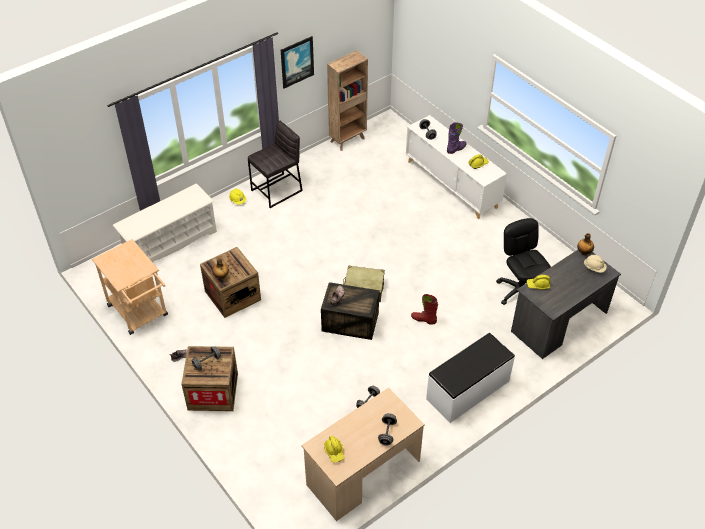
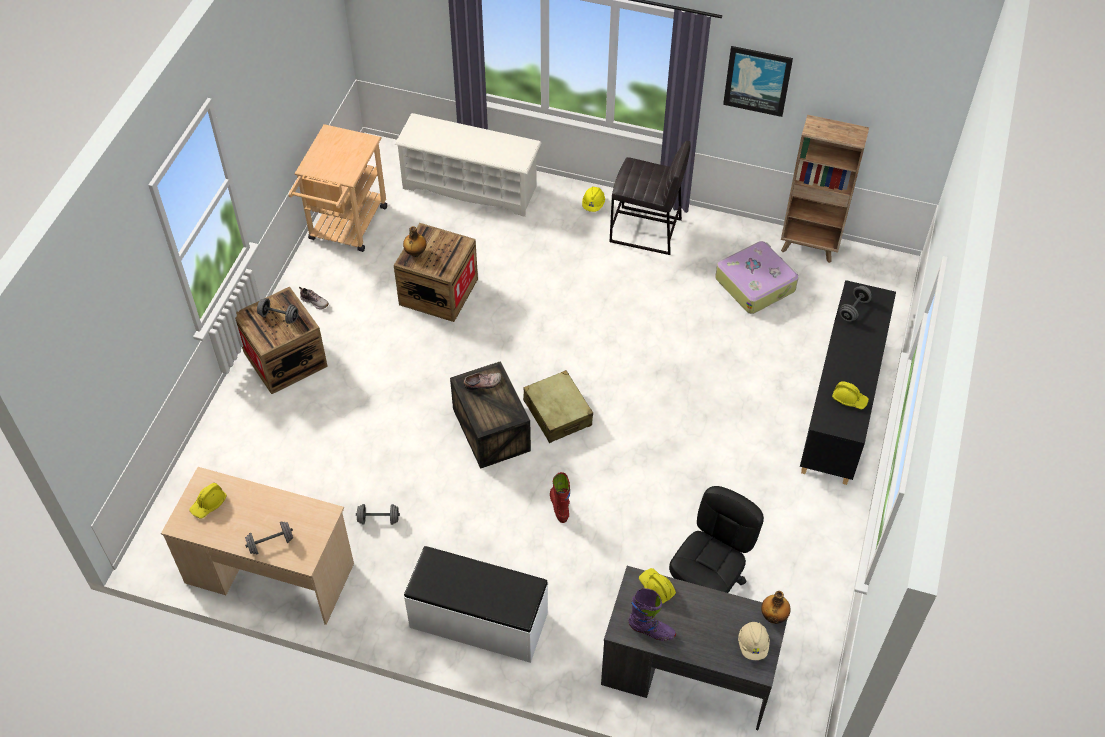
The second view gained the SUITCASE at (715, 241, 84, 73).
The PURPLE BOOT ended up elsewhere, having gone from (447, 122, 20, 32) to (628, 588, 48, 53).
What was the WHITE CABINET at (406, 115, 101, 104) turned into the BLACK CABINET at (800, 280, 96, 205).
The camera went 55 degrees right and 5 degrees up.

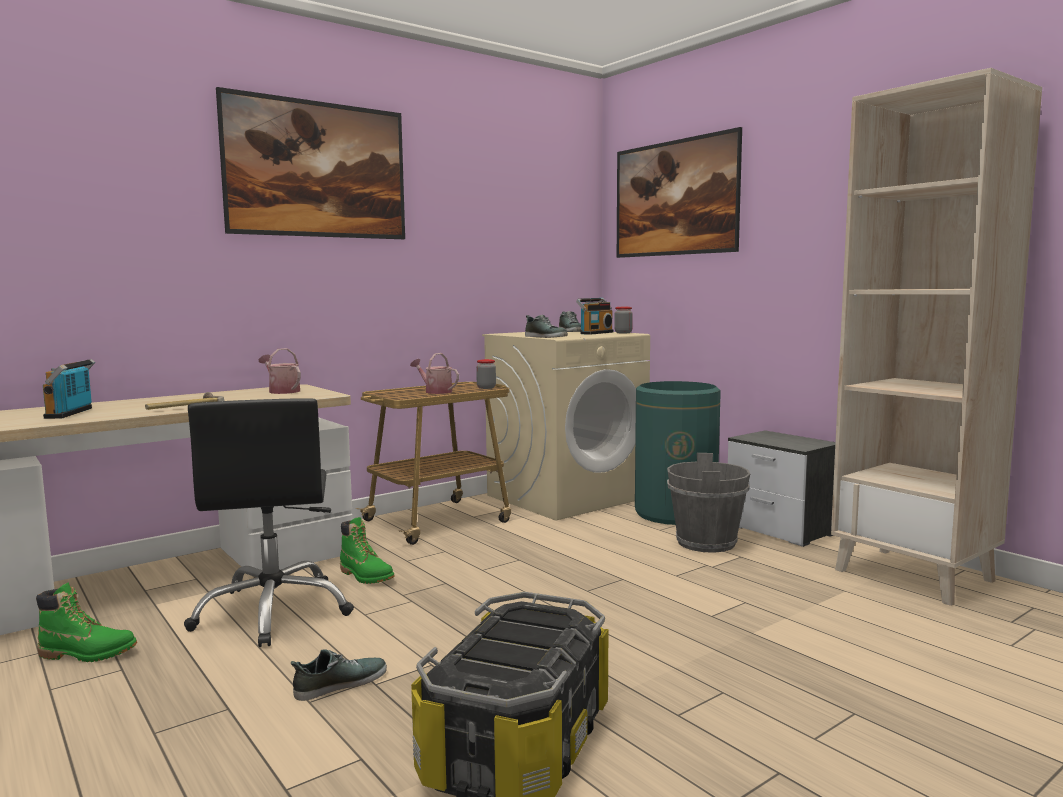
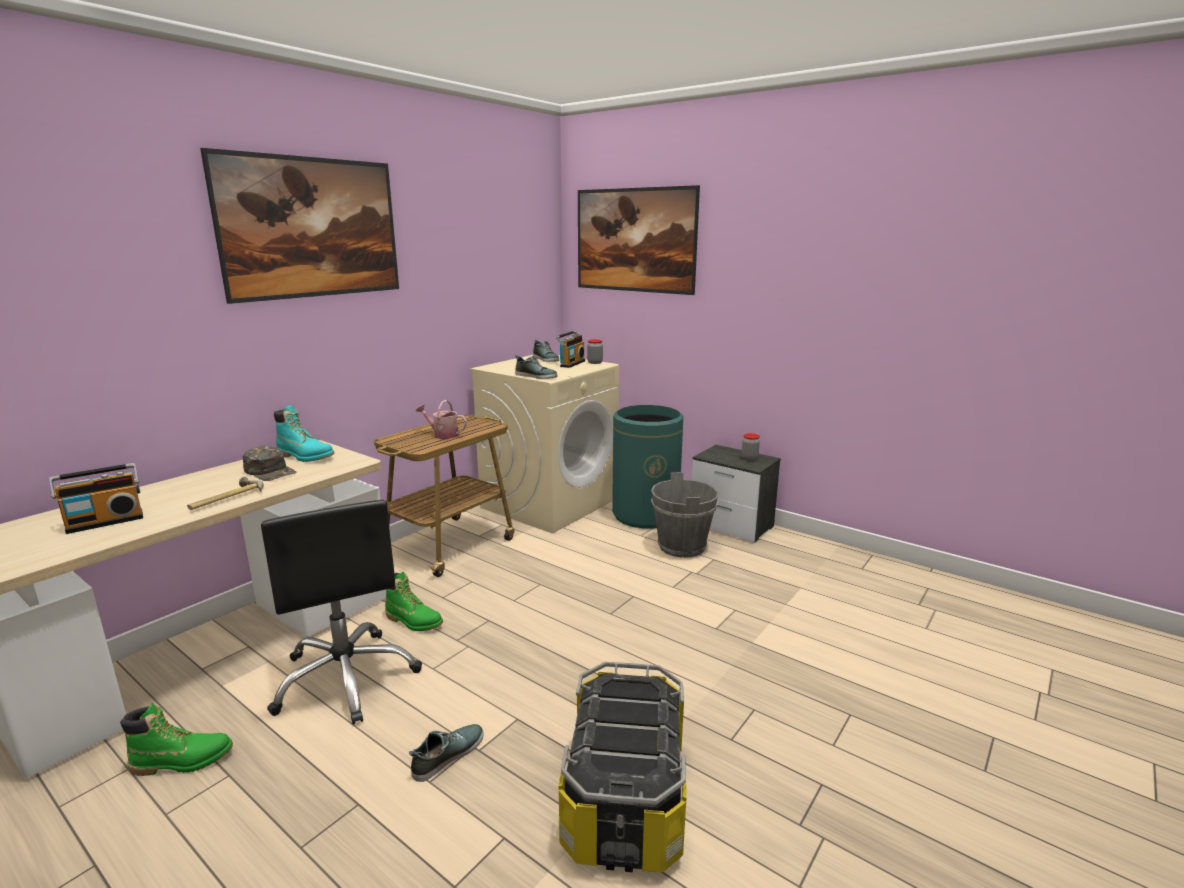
The second view lost the BEIGE BOOKCASE at (831, 68, 211, 538).
The second view gained the GREEN CAP at (243, 446, 53, 35).
The JAR ended up elsewhere, having gone from (476, 359, 20, 30) to (742, 433, 18, 27).
Where the WATERING CAN stood at (258, 348, 43, 46), the TURQUOISE BOOT came to stand at (274, 405, 60, 57).
The RADIO at (43, 359, 52, 60) ended up facing another way, 105 degrees counterclockwise from before.
The camera went 15 degrees left and 10 degrees up.

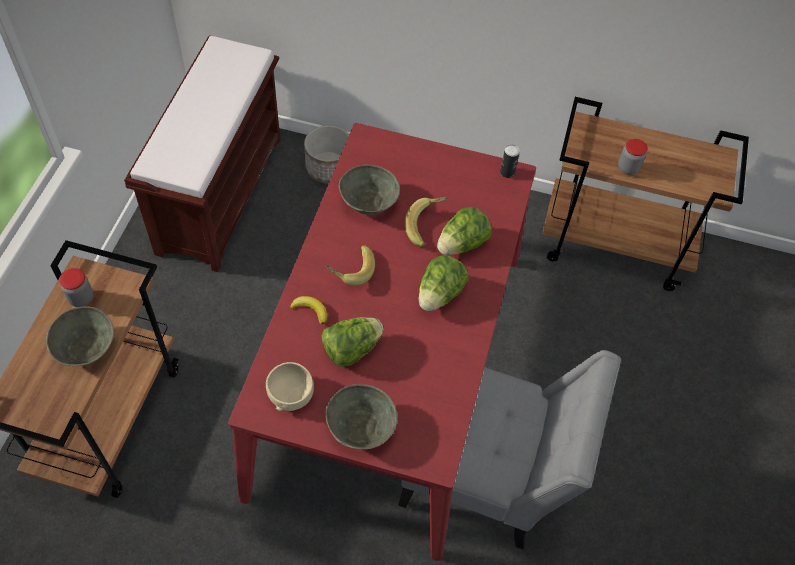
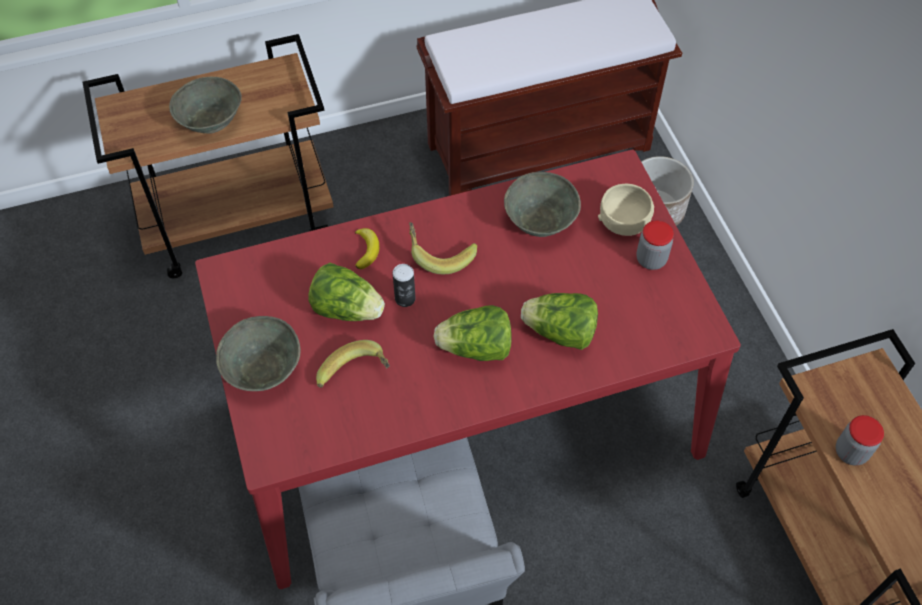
The JAR ended up elsewhere, having gone from (59, 268, 34, 39) to (636, 221, 38, 49).
The BEIGE BOWL ended up elsewhere, having gone from (266, 362, 48, 49) to (598, 184, 56, 52).
The BANANA ended up elsewhere, having gone from (405, 197, 43, 50) to (316, 340, 74, 48).
The CAN ended up elsewhere, having gone from (500, 145, 20, 33) to (392, 264, 24, 43).
The camera went 60 degrees right and 0 degrees up.

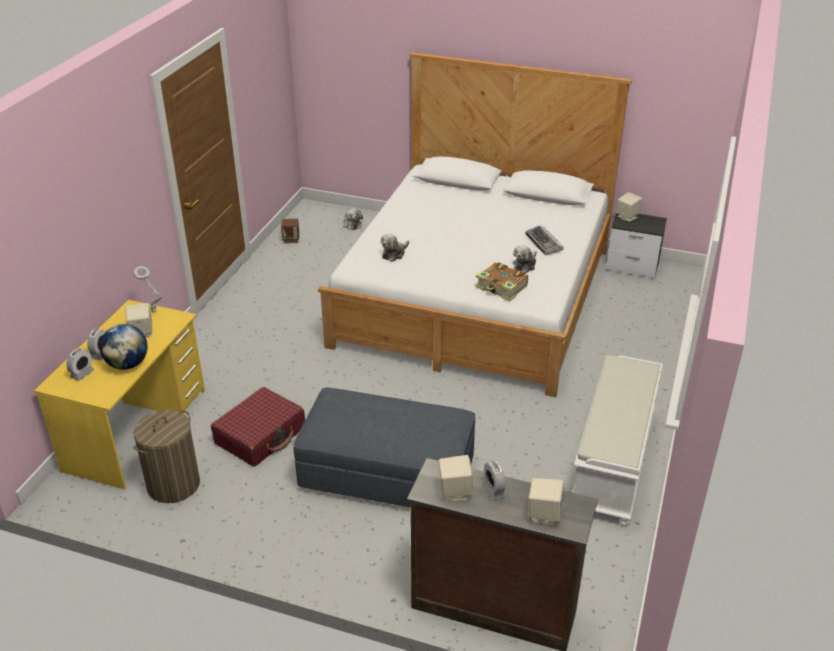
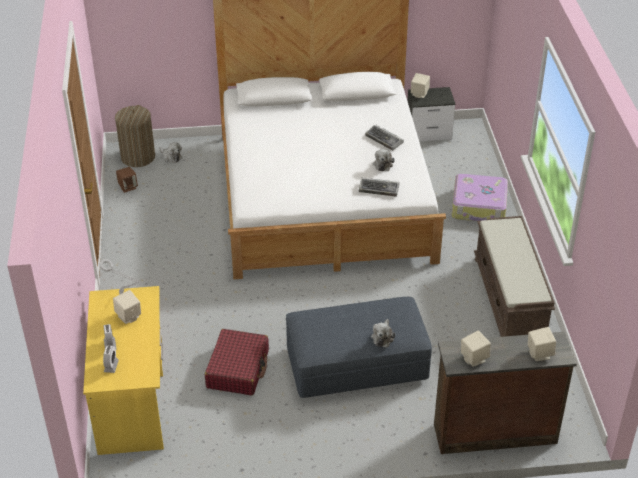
The second view lost the GLOBE at (100, 324, 48, 46).
The second view lost the ALARM CLOCK at (482, 461, 24, 40).
The second view gained the SUITCASE at (452, 174, 56, 47).
The LAUNDRY BASKET ended up elsewhere, having gone from (133, 410, 67, 93) to (115, 105, 40, 62).
The PLUSH TOY ended up elsewhere, having gone from (381, 234, 28, 28) to (371, 319, 25, 29).
Where the BOOK stood at (475, 262, 53, 39), the KEYBOARD came to stand at (359, 177, 41, 20).
What was the WHITE BENCH at (572, 355, 91, 171) turned into the BROWN BENCH at (474, 216, 81, 121).
The camera went 25 degrees left and 5 degrees up.

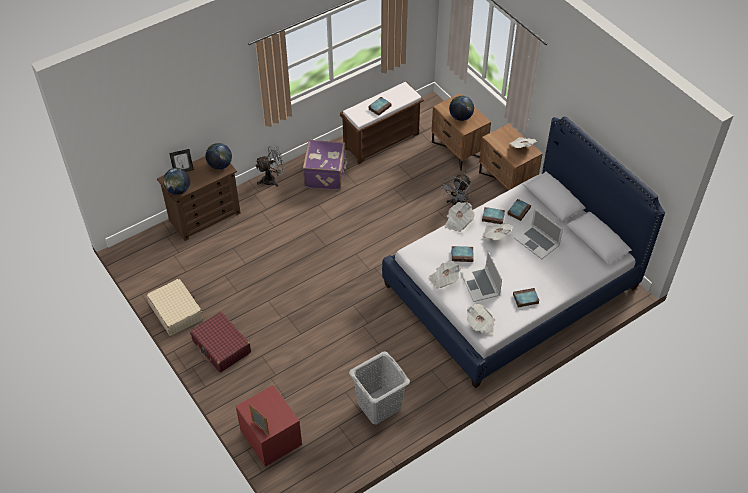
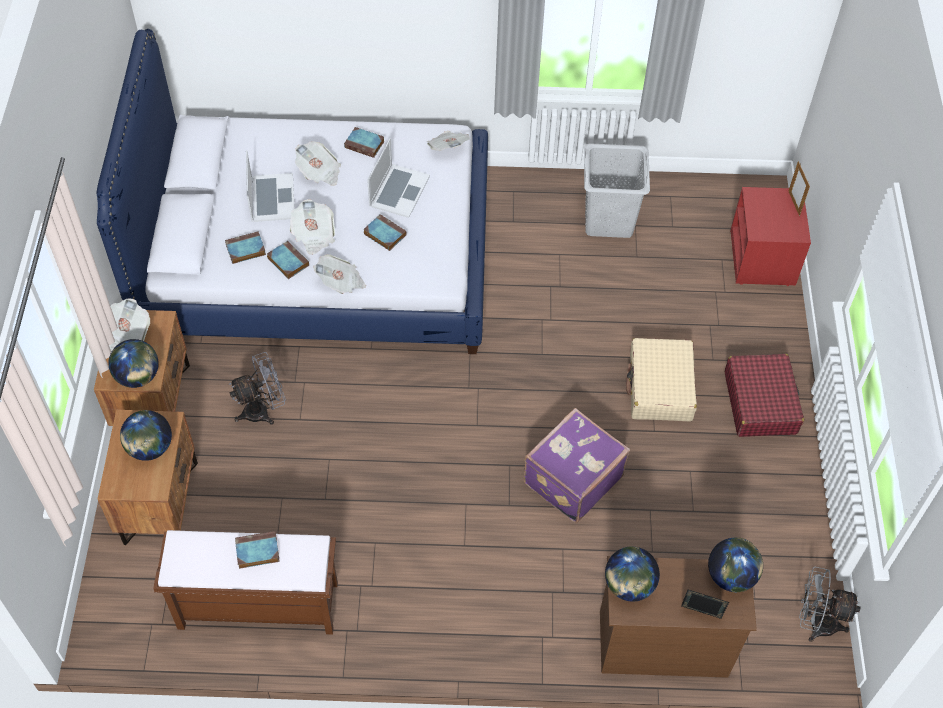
The second view gained the GLOBE at (108, 339, 51, 49).
The BEIGE SUITCASE ended up elsewhere, having gone from (146, 279, 57, 57) to (626, 338, 71, 83).
The GREY FAN ended up elsewhere, having gone from (256, 145, 29, 42) to (799, 567, 61, 75).
The PURPLE SUITCASE ended up elsewhere, having gone from (303, 139, 45, 51) to (523, 408, 107, 115).
The NEWSPAPER ended up elsewhere, having gone from (428, 261, 33, 28) to (295, 141, 46, 45).
The camera went 145 degrees left and 5 degrees up.

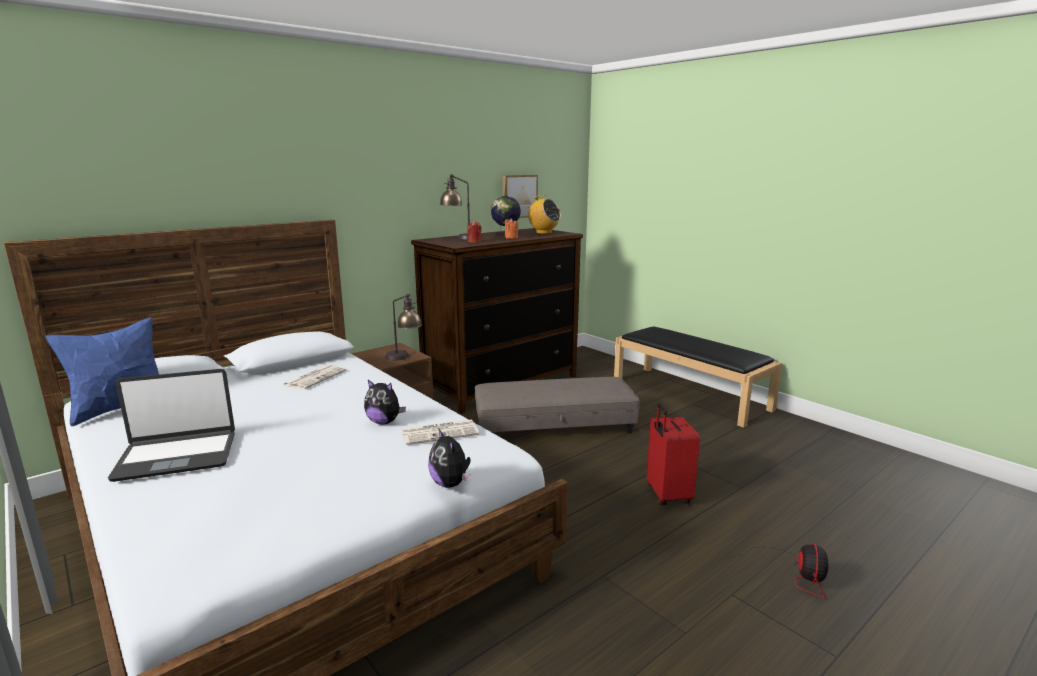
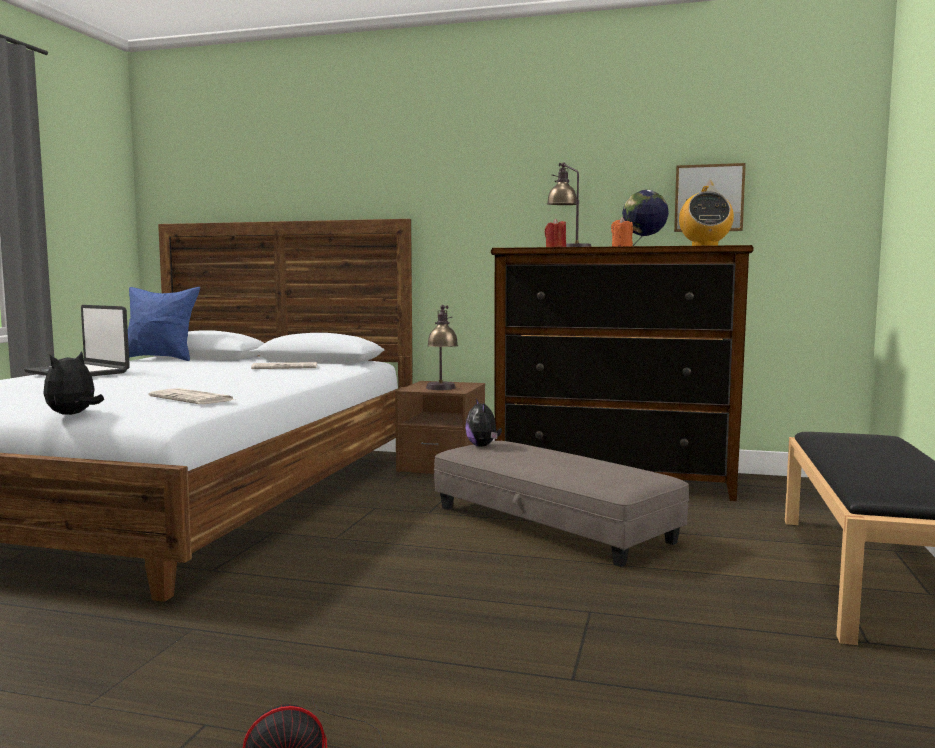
The second view lost the RED SUITCASE at (647, 403, 53, 102).
The PLUSH TOY ended up elsewhere, having gone from (364, 380, 42, 45) to (465, 399, 37, 47).
The camera went 55 degrees right and 10 degrees down.

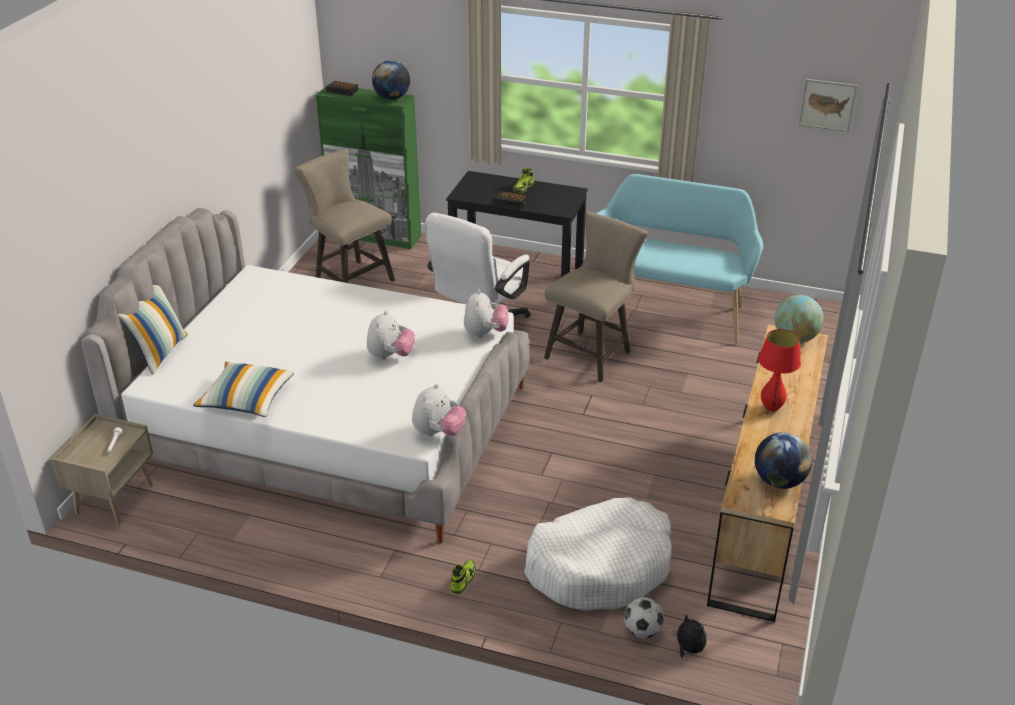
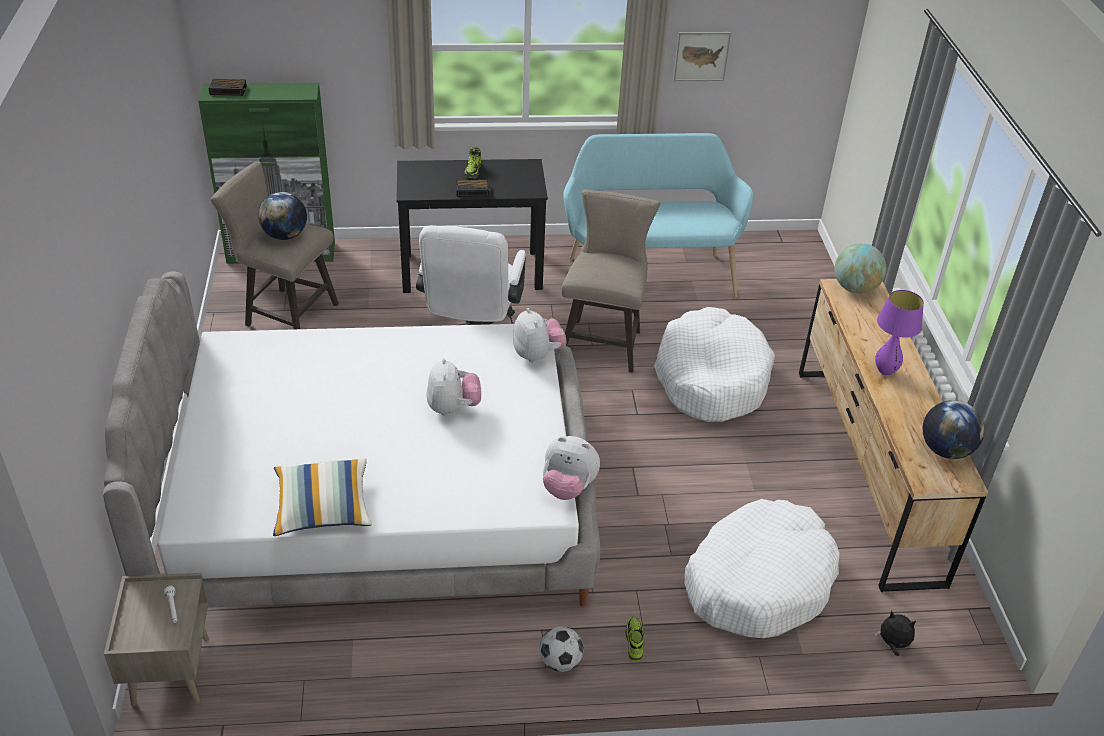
The second view lost the PILLOW at (118, 285, 70, 90).
The second view gained the WHITE DOG BED at (654, 307, 121, 115).
The GLOBE ended up elsewhere, having gone from (372, 60, 38, 40) to (258, 192, 49, 48).
The FOOTBALL ended up elsewhere, having gone from (624, 597, 40, 41) to (539, 626, 45, 46).
The PICTURE ended up elsewhere, having gone from (799, 79, 58, 53) to (673, 32, 58, 49).
What was the RED TABLE LAMP at (758, 329, 43, 83) turned into the PURPLE TABLE LAMP at (875, 290, 49, 85).
The PLUSH TOY at (412, 384, 54, 52) ended up facing another way, 105 degrees clockwise from before.
The camera went 25 degrees left and 5 degrees up.

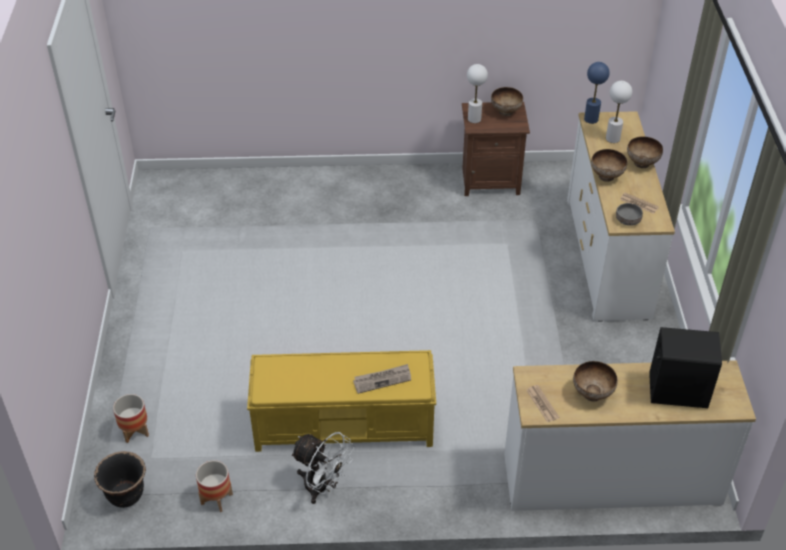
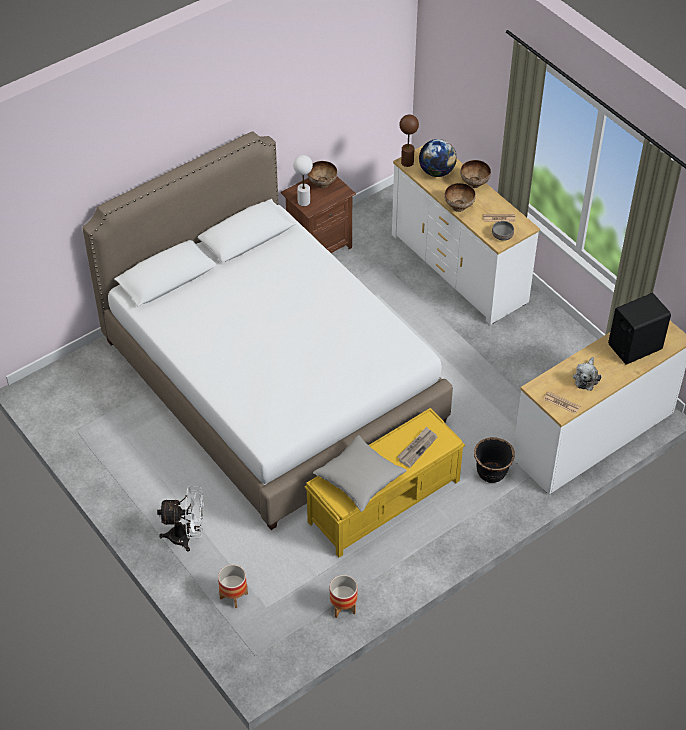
The second view gained the WHITE BED at (82, 131, 371, 399).
The second view gained the GREY PILLOW at (313, 435, 94, 77).
The BLACK PLANTER ended up elsewhere, having gone from (94, 451, 52, 57) to (474, 437, 41, 46).
The WHITE FAN ended up elsewhere, having gone from (290, 432, 65, 72) to (157, 486, 47, 66).
Where the BOWL stood at (573, 361, 45, 40), the PLUSH TOY came to stand at (573, 357, 28, 34).
Where the WHITE TABLE LAMP stood at (606, 81, 26, 62), the GLOBE came to stand at (419, 139, 38, 38).
What was the BLUE TABLE LAMP at (584, 62, 26, 62) turned into the BROWN TABLE LAMP at (399, 115, 20, 52).
The camera went 35 degrees left and 5 degrees up.

